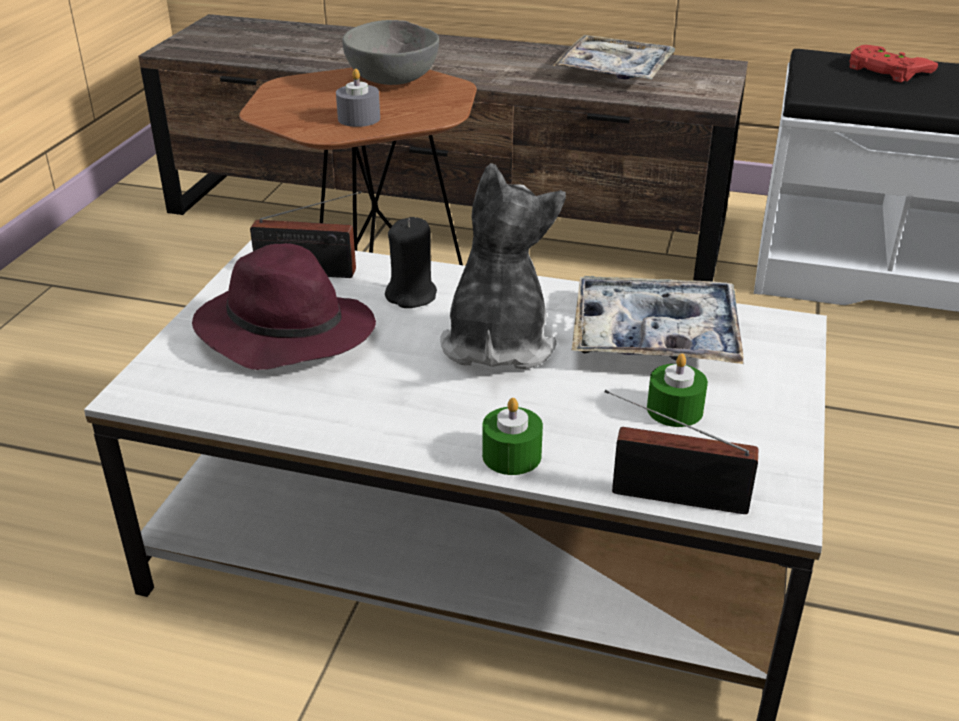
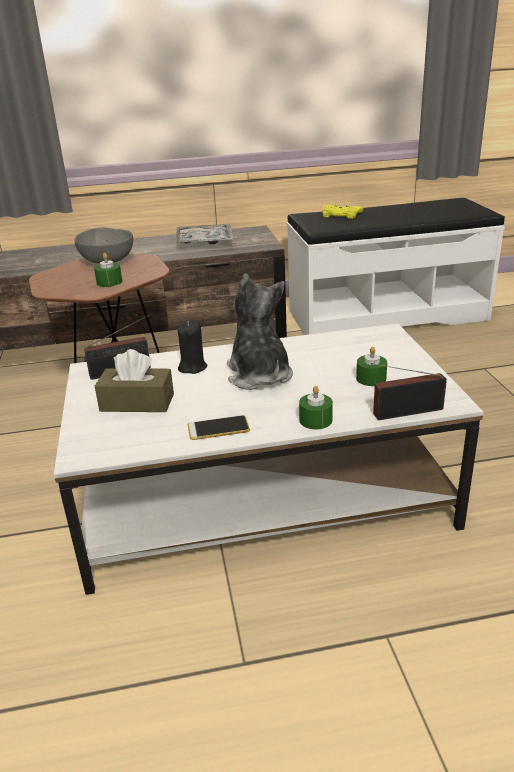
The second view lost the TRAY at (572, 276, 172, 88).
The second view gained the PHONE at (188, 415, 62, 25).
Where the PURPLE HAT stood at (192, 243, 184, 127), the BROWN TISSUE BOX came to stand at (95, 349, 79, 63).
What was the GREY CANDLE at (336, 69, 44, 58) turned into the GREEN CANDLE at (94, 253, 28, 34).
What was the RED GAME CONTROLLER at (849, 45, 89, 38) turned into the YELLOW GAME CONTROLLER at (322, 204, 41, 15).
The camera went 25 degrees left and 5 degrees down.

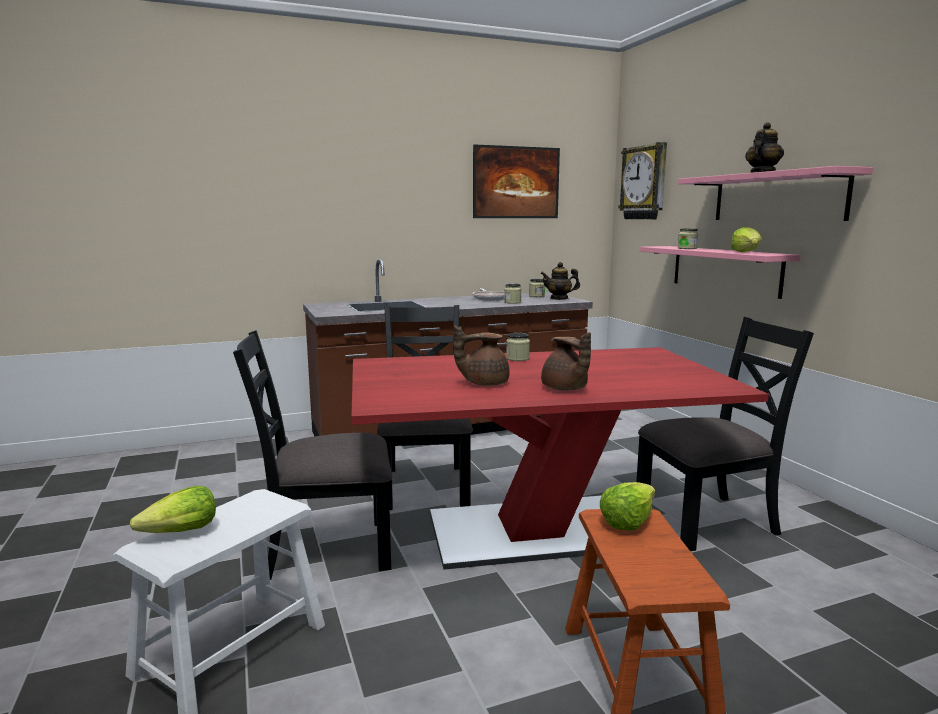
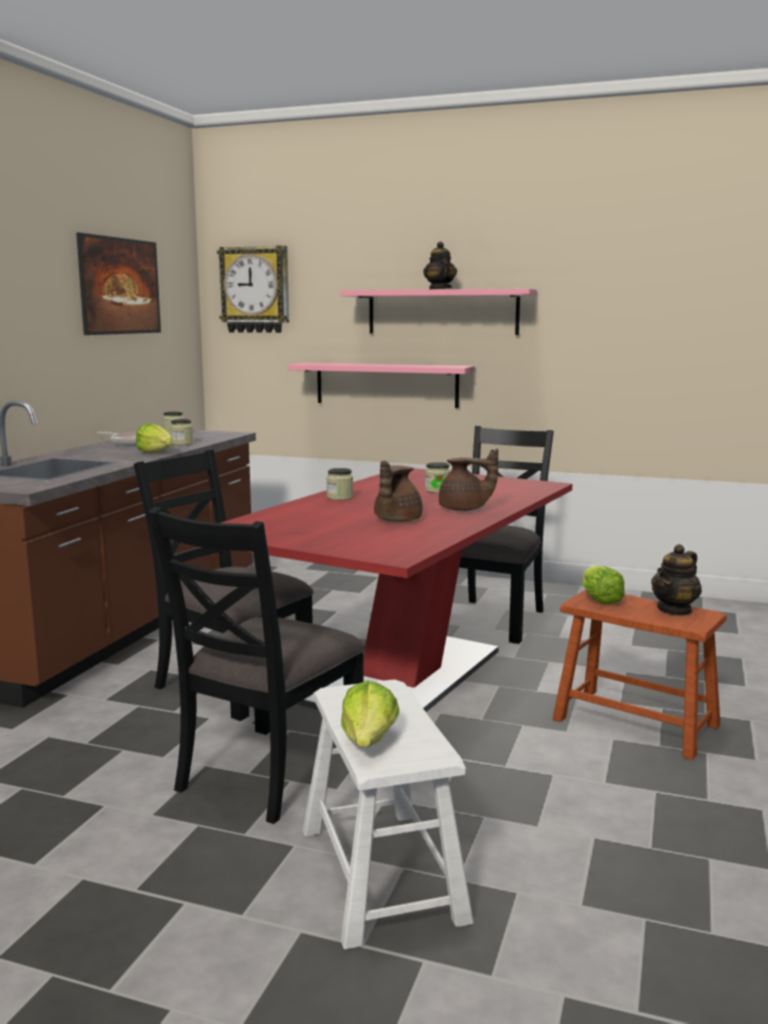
The TEAPOT ended up elsewhere, having gone from (540, 262, 40, 38) to (651, 544, 51, 72).
The JAR ended up elsewhere, having gone from (678, 229, 20, 20) to (425, 462, 25, 31).
The LETTUCE ended up elsewhere, having gone from (731, 227, 31, 25) to (136, 423, 36, 30).
The camera went 50 degrees left and 0 degrees up.

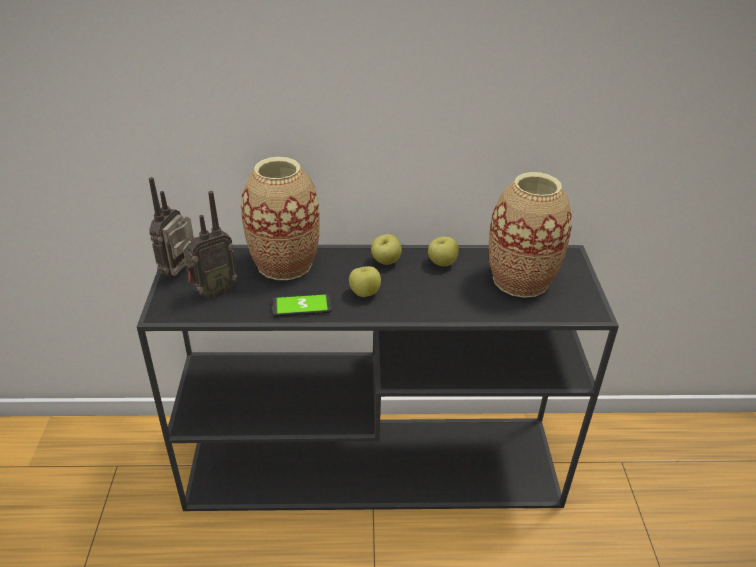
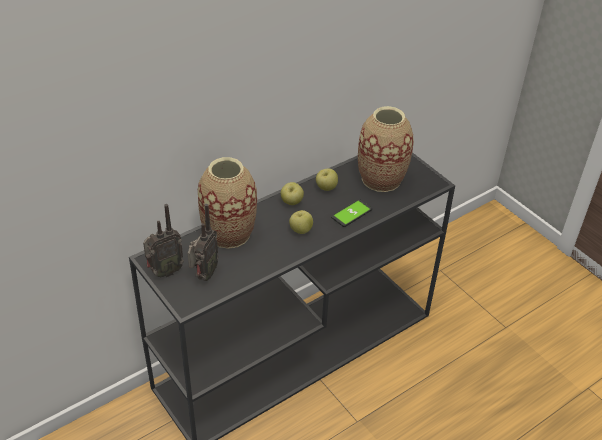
The PHONE ended up elsewhere, having gone from (272, 294, 60, 22) to (331, 199, 41, 28).
The RADIO at (149, 177, 45, 100) ended up facing another way, 105 degrees counterclockwise from before.
The camera went 35 degrees left and 5 degrees up.

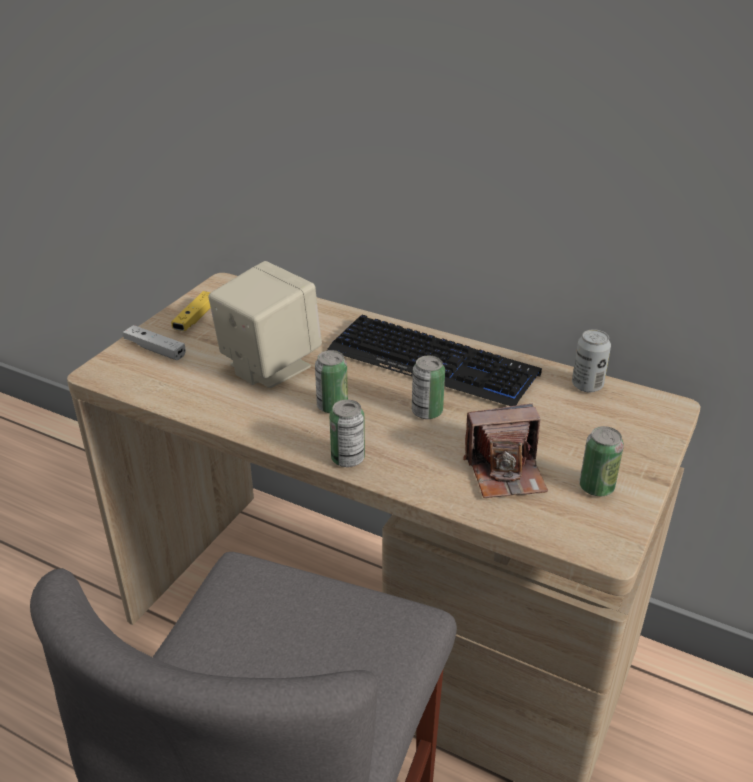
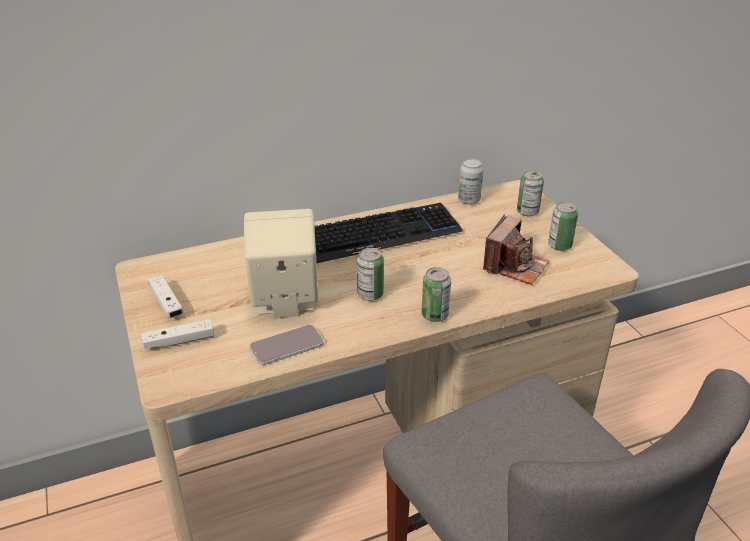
The second view gained the PHONE at (250, 324, 74, 41).
The CAN ended up elsewhere, having gone from (412, 355, 33, 64) to (517, 170, 27, 46).
What was the YELLOW GAME CONTROLLER at (171, 291, 40, 40) turned into the WHITE GAME CONTROLLER at (148, 275, 36, 43).
The camera went 50 degrees left and 0 degrees up.

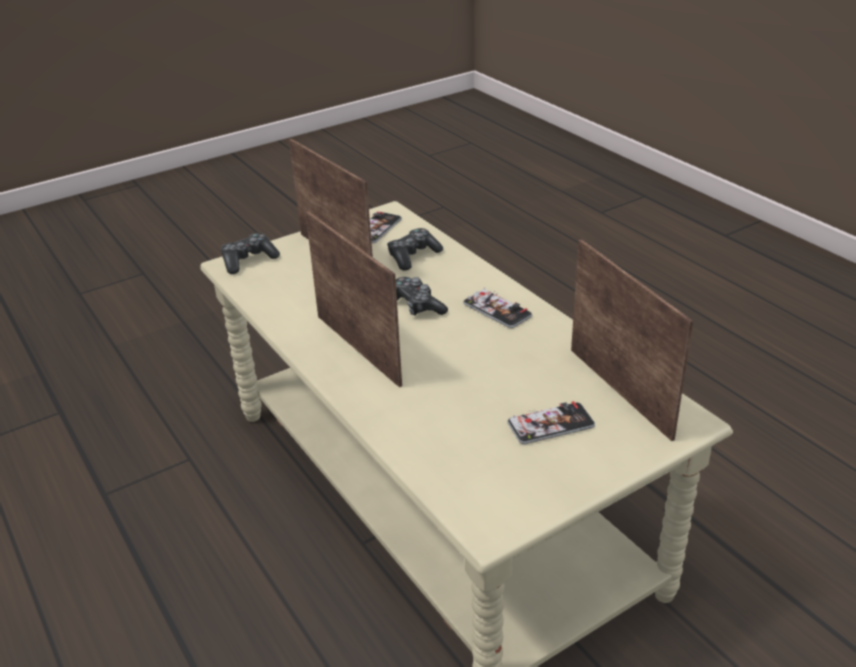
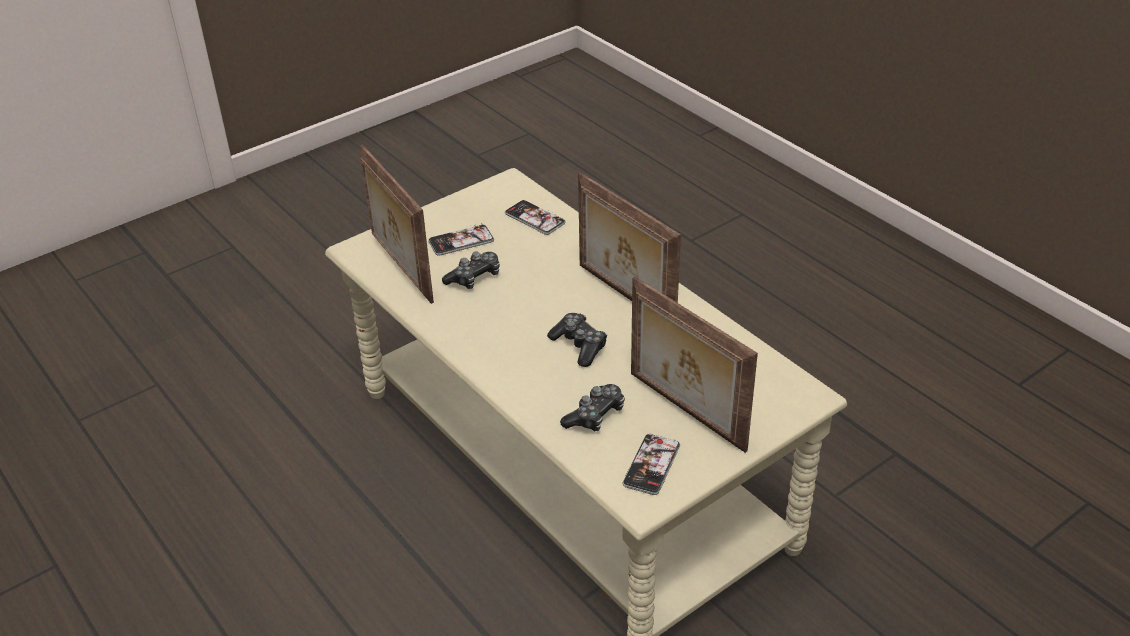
The GAME CONTROLLER ended up elsewhere, having gone from (221, 233, 59, 41) to (442, 251, 58, 38).
The PHONE ended up elsewhere, having gone from (463, 288, 69, 40) to (505, 200, 61, 35).
The camera went 175 degrees right and 5 degrees up.

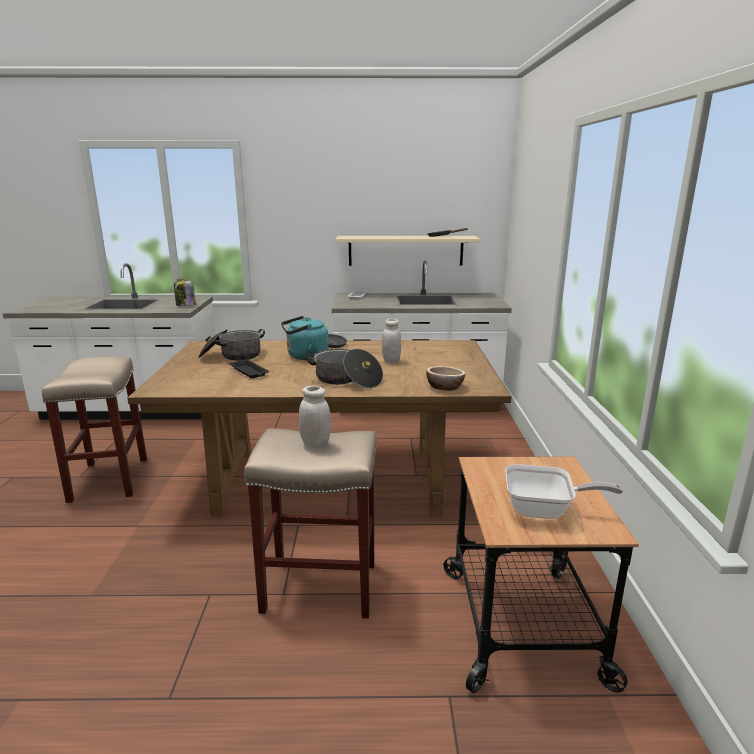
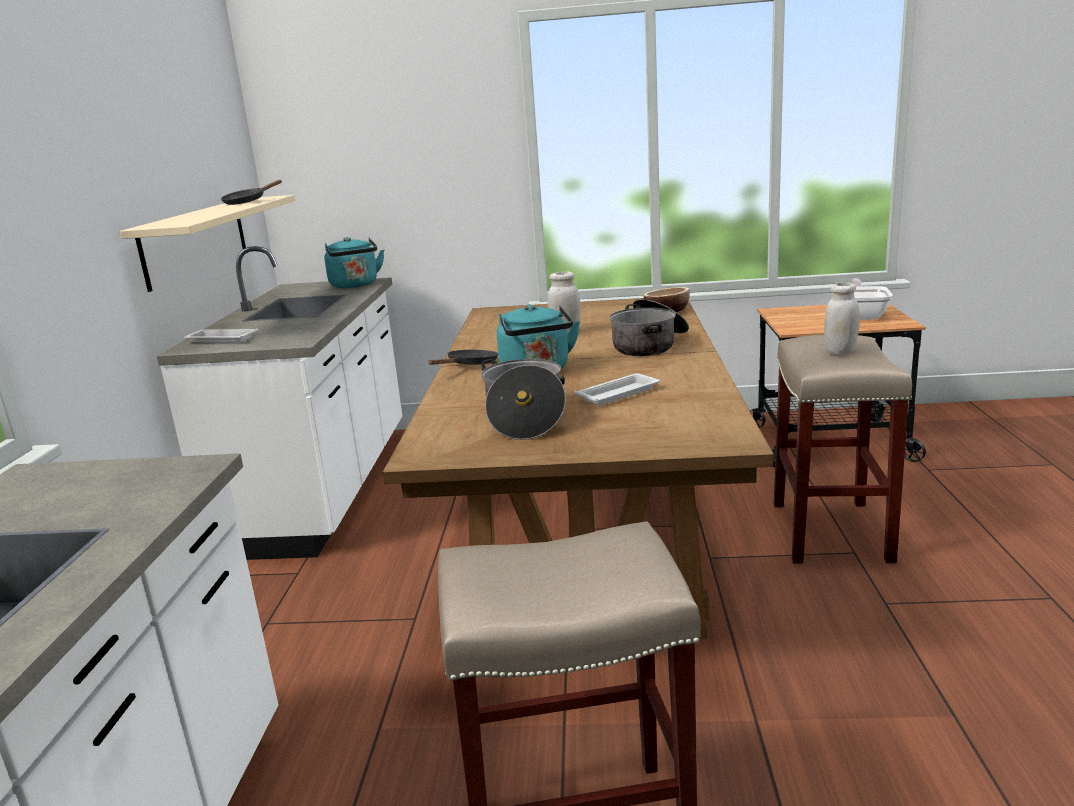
The second view lost the JAR at (174, 279, 22, 27).
The second view gained the TURQUOISE KETTLE at (324, 237, 60, 51).
What was the BLACK TRAY at (229, 359, 40, 19) turned into the WHITE TRAY at (574, 373, 86, 32).
The camera went 85 degrees left and 0 degrees up.

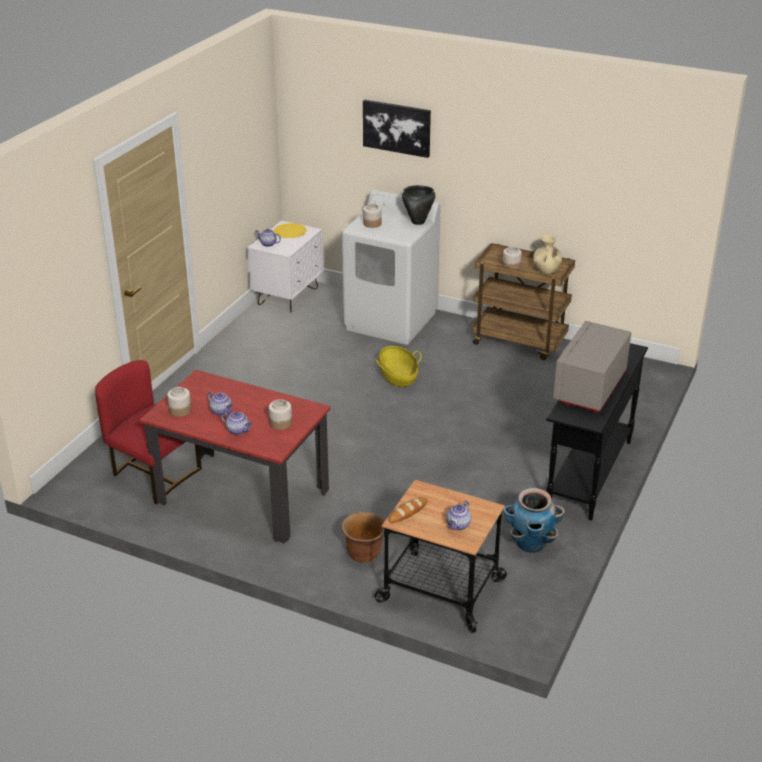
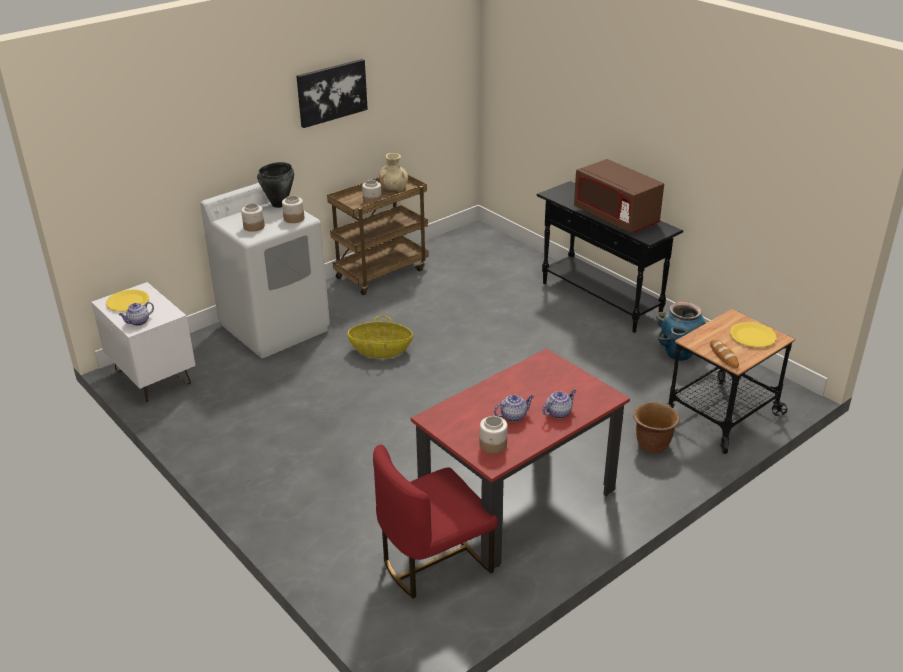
The JAR ended up elsewhere, having gone from (269, 399, 23, 31) to (282, 196, 22, 27).
The PICTURE ended up elsewhere, having gone from (363, 100, 68, 58) to (296, 59, 72, 69).
Where the TEAPOT stood at (446, 501, 25, 29), the YELLOW PLATE came to stand at (730, 322, 47, 26).
What was the GREY MICROWAVE at (553, 321, 78, 92) turned into the BROWN MICROWAVE at (574, 159, 90, 74).
The camera went 65 degrees left and 0 degrees up.

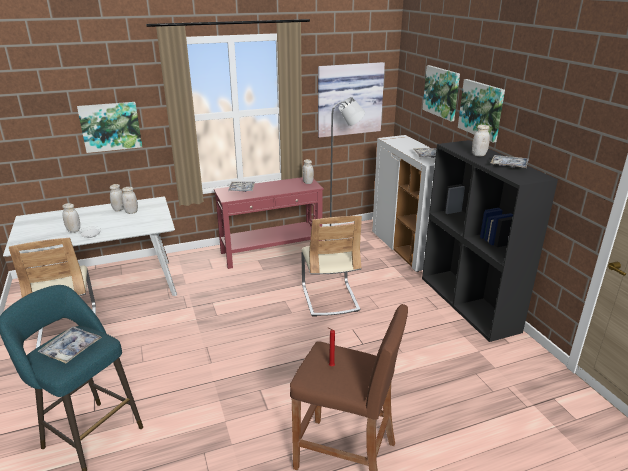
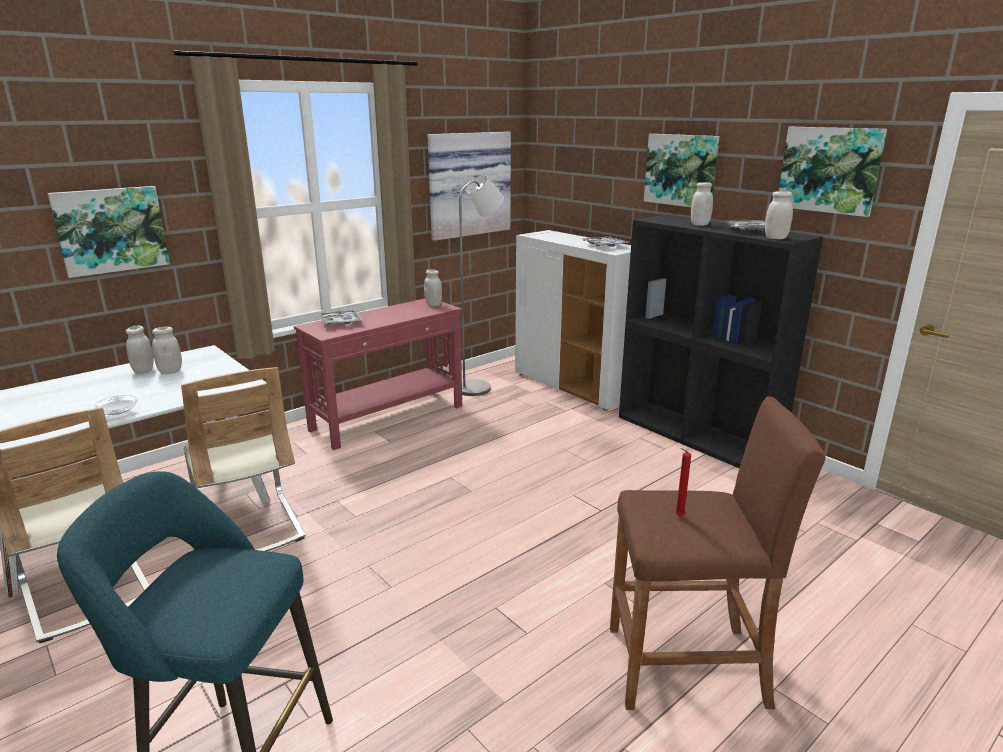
The second view lost the TRAY at (38, 327, 64, 36).
The WHITE JAR ended up elsewhere, having gone from (62, 203, 18, 29) to (765, 191, 28, 48).
The BEIGE CHAIR ended up elsewhere, having gone from (301, 216, 61, 100) to (181, 367, 125, 184).
The PICTURE ended up elsewhere, having gone from (422, 65, 38, 56) to (779, 127, 108, 90).
The camera went 20 degrees left and 5 degrees down.

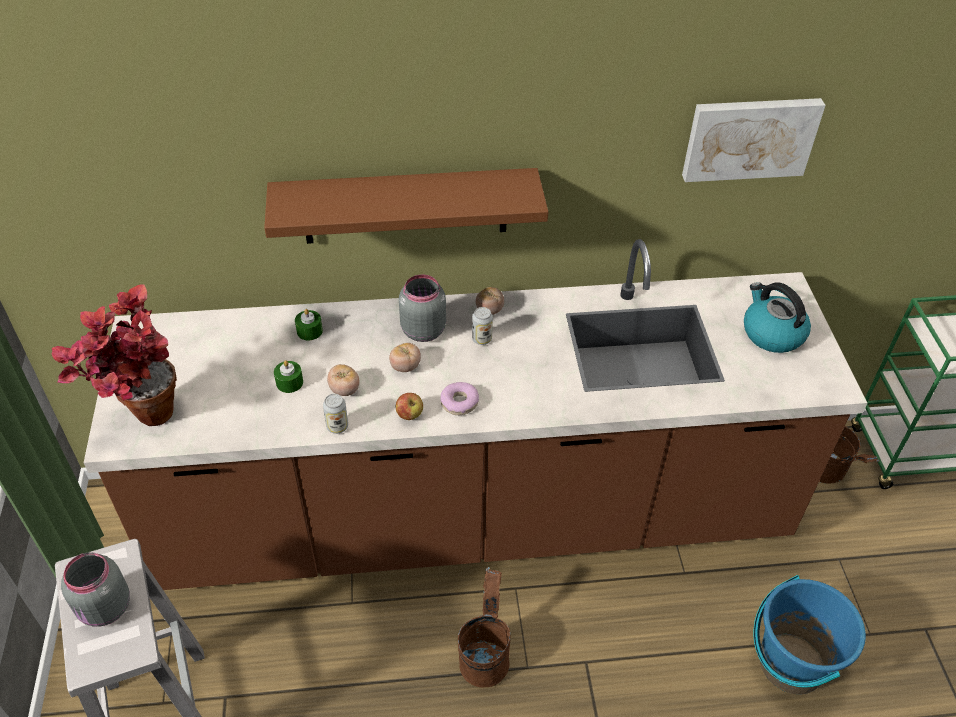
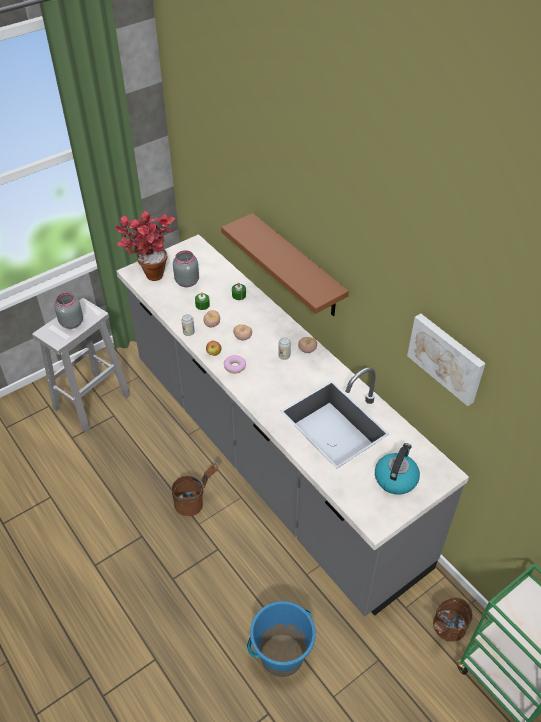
The GREY JAR ended up elsewhere, having gone from (399, 275, 47, 67) to (173, 250, 26, 37).
What was the BROWN COUNTER at (84, 239, 783, 351) turned into the GREY COUNTER at (117, 234, 352, 383).
The camera went 60 degrees right and 0 degrees up.

